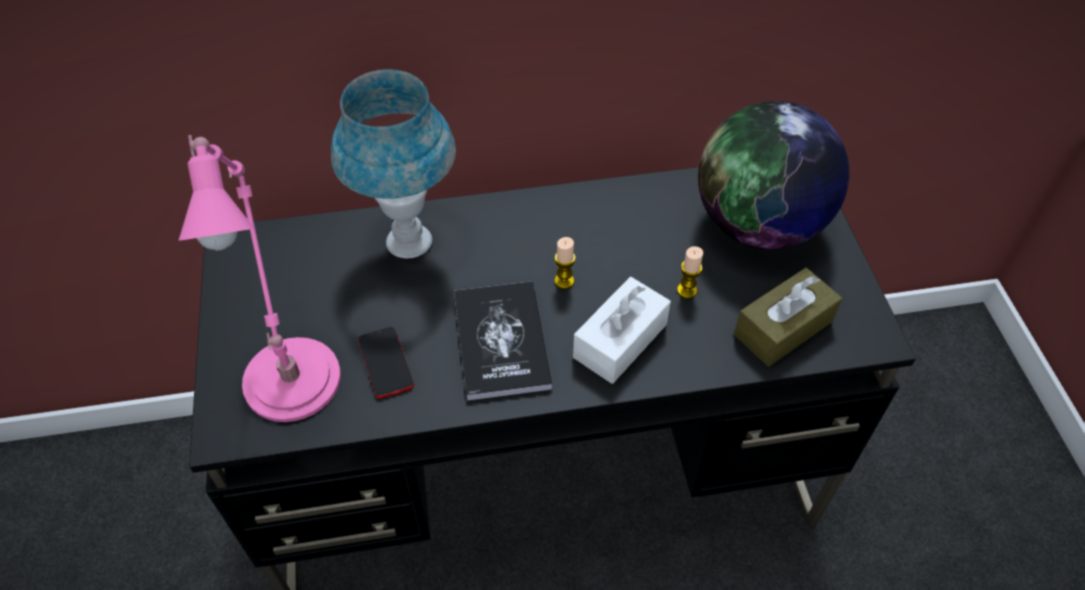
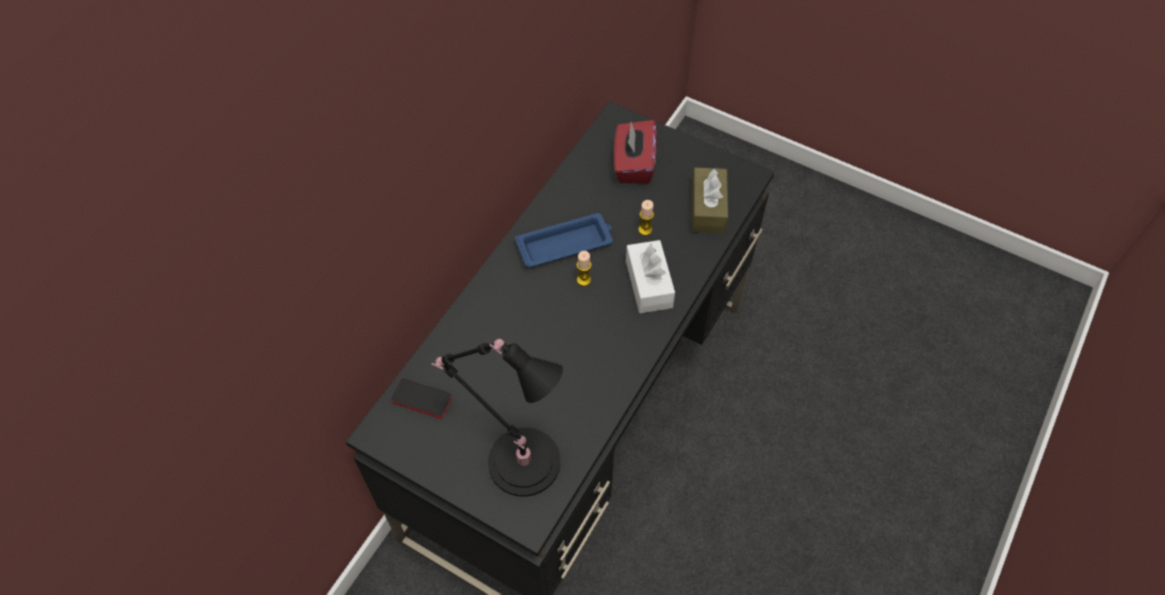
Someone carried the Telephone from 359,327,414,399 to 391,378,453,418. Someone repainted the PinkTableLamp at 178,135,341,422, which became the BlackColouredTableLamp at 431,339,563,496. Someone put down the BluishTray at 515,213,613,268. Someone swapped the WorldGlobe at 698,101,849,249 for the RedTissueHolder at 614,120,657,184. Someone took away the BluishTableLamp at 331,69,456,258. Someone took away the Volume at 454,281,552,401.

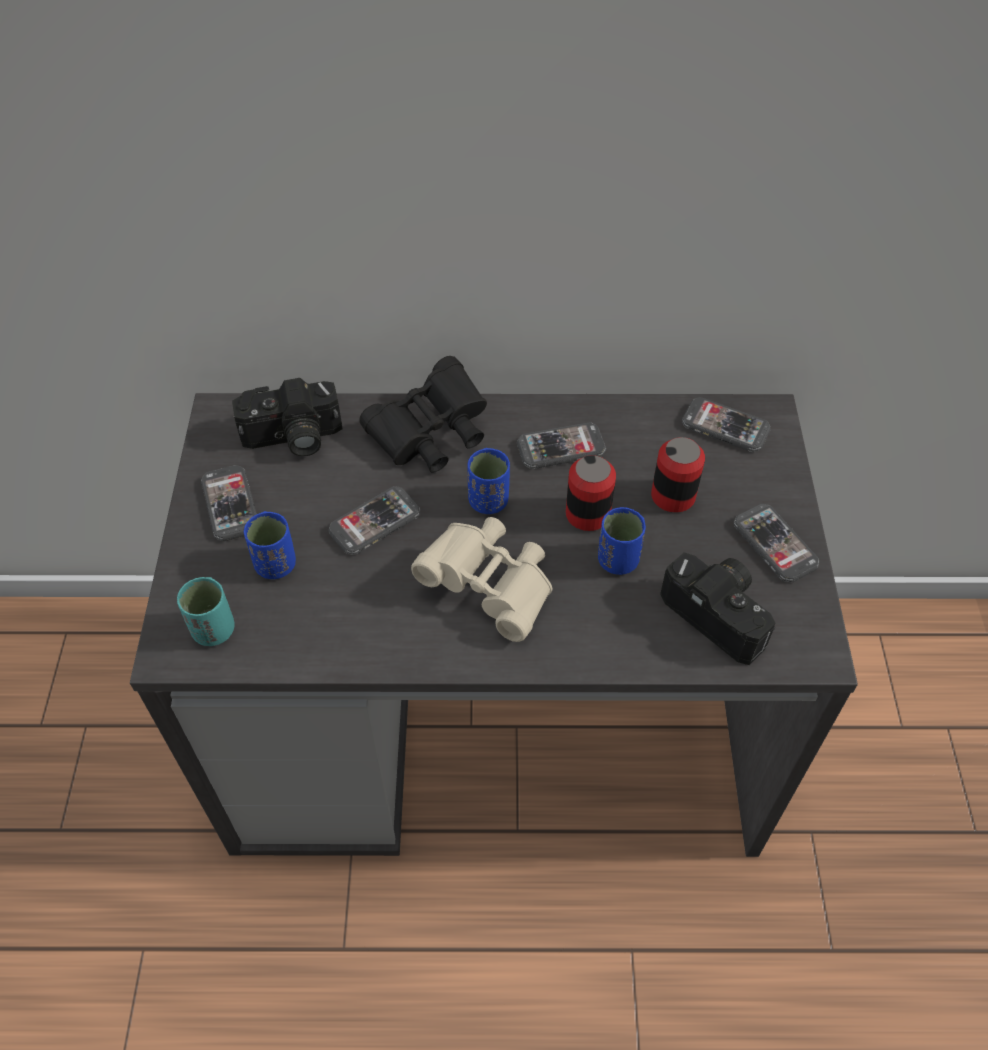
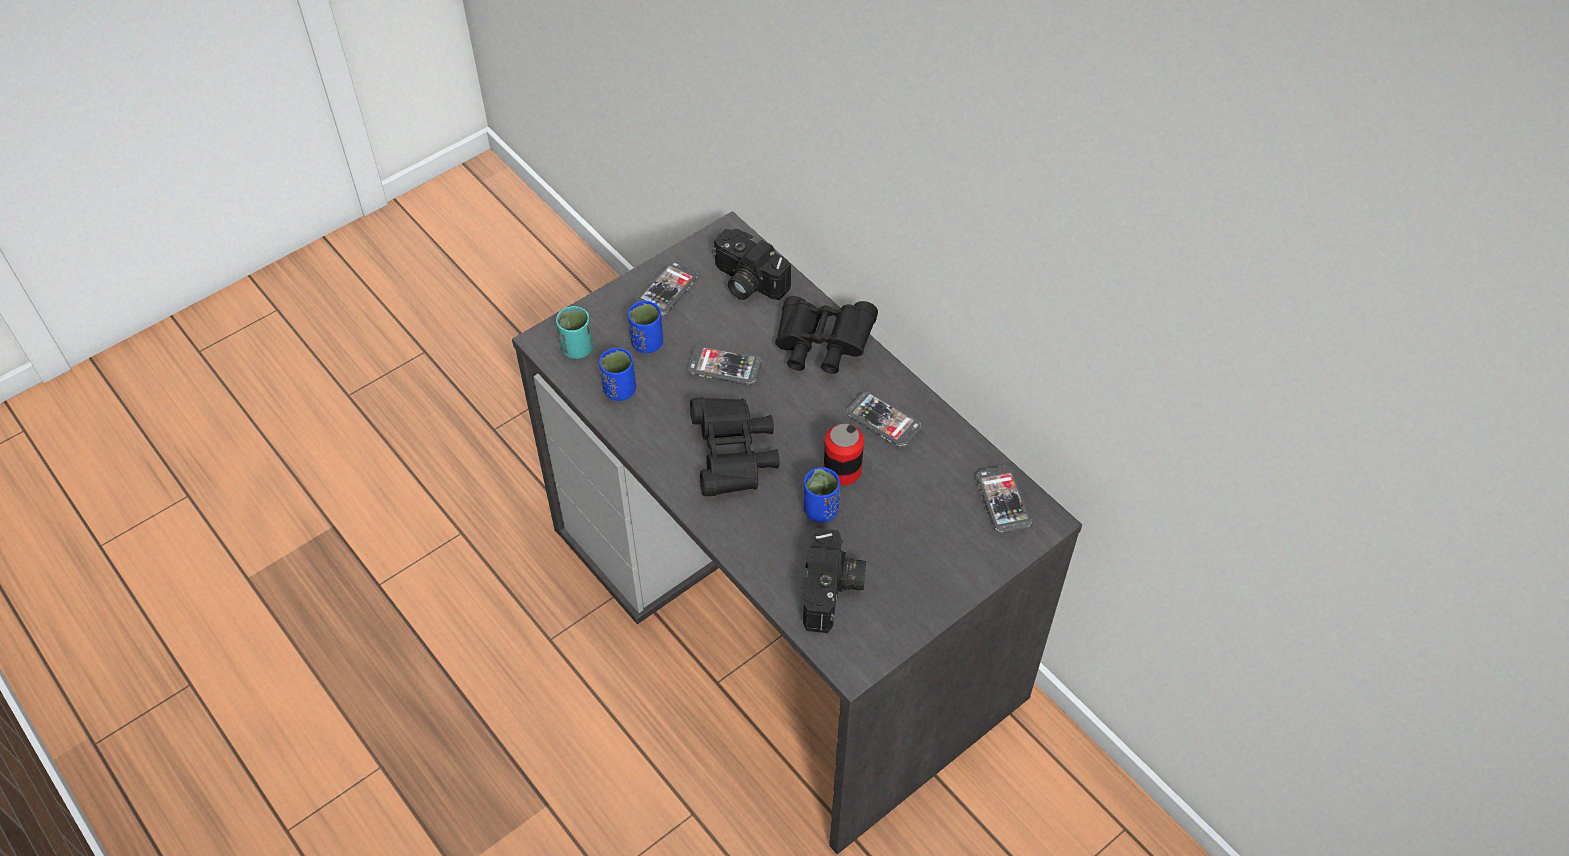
Someone carried the BluishCup from 467,448,510,514 to 599,348,636,401. Someone repainted the BeigeColouredBinoculars at 411,517,552,642, which became the BlackColouredBinoculars at 690,397,779,496. Someone took away the MetalCan at 651,437,705,512. Someone took away the Telephone at 734,504,819,582.

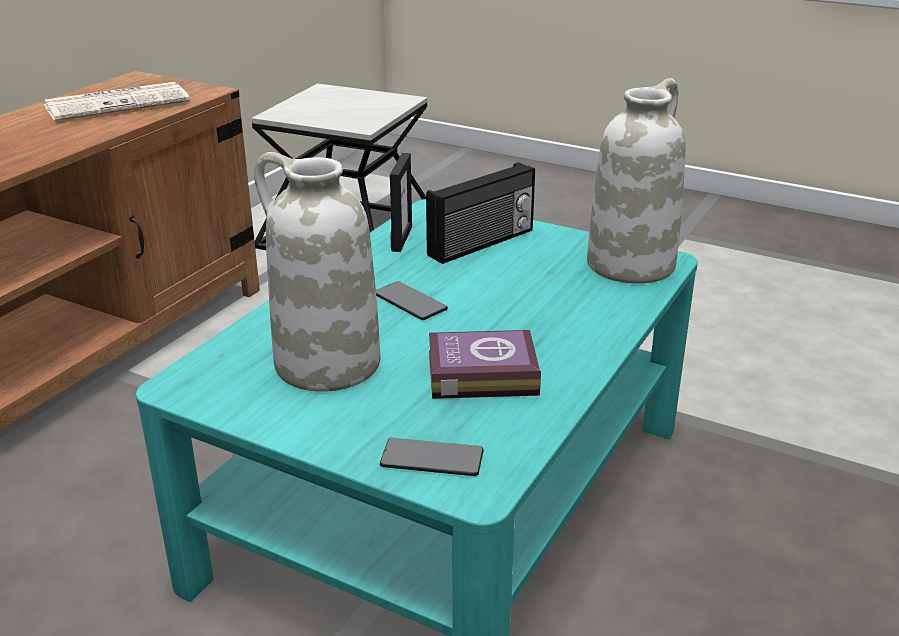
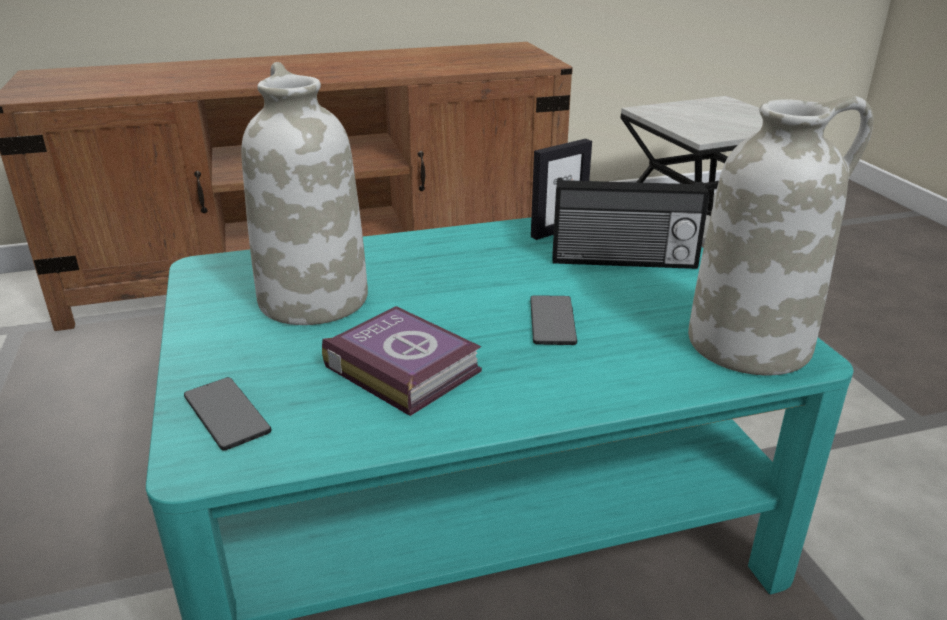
Someone carried the Telephone from 376,281,448,320 to 530,295,577,345. Someone took away the PrintedPaper at 43,82,190,121.

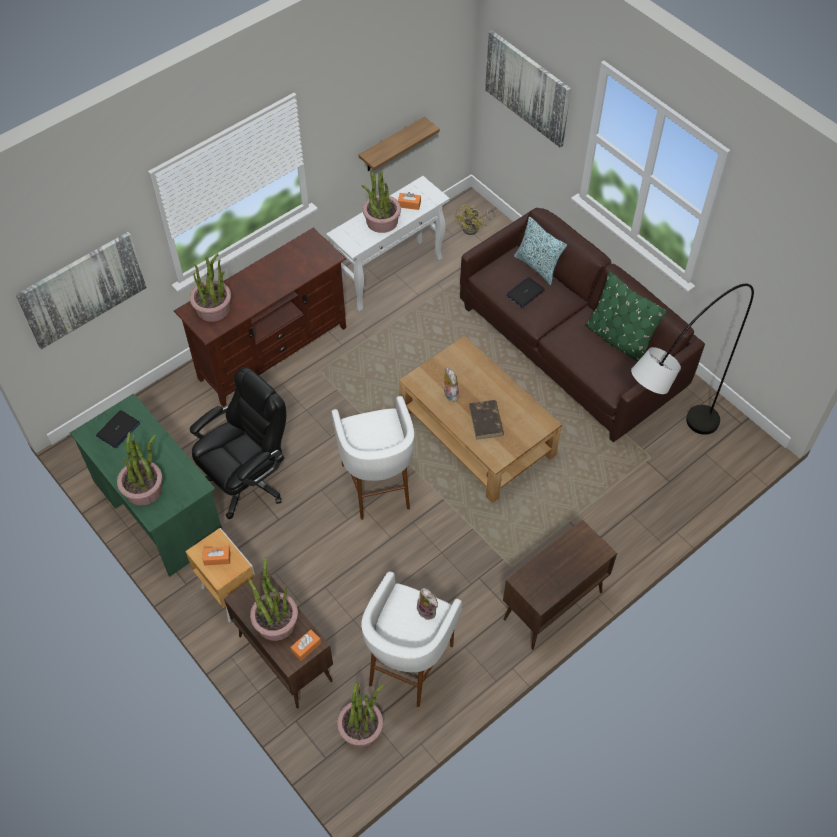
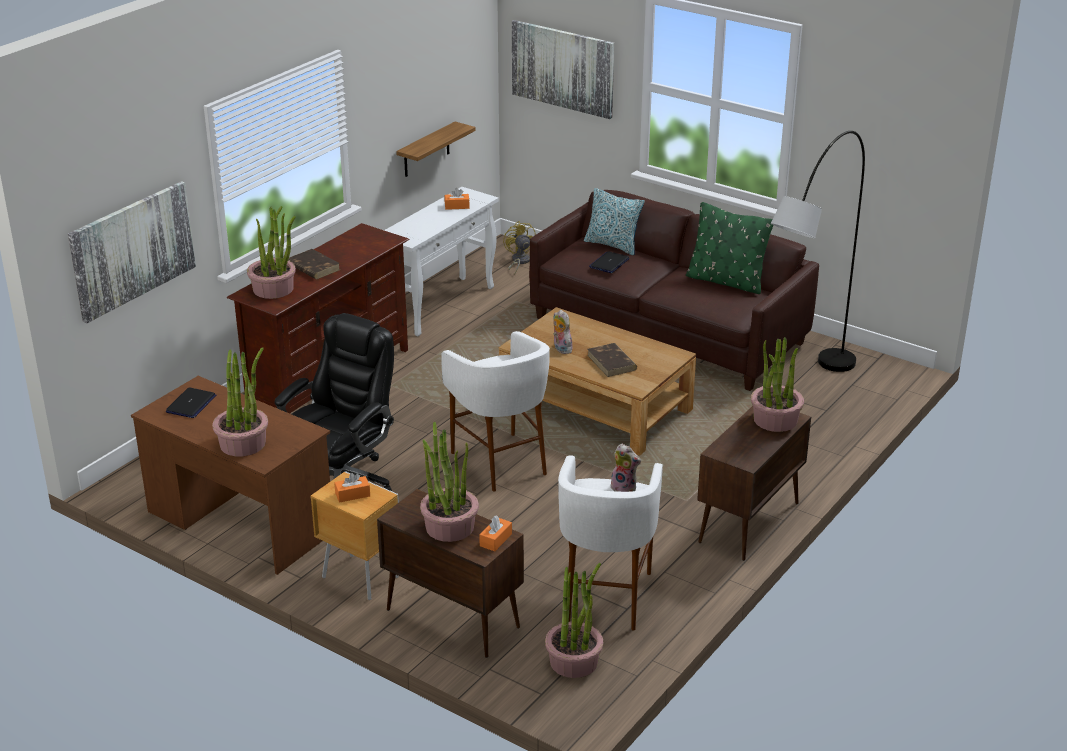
Someone repainted the GreenColouredDeskUnit at 70,393,222,577, which became the BrownDeskUnit at 131,376,330,575. Someone put down the BrownVolume at 288,249,340,279. Someone rotated the YellowishCoolingFan at 455,204,495,235 by 150 degrees clockwise. Someone carried the Houseplant from 361,169,401,233 to 751,337,804,432.

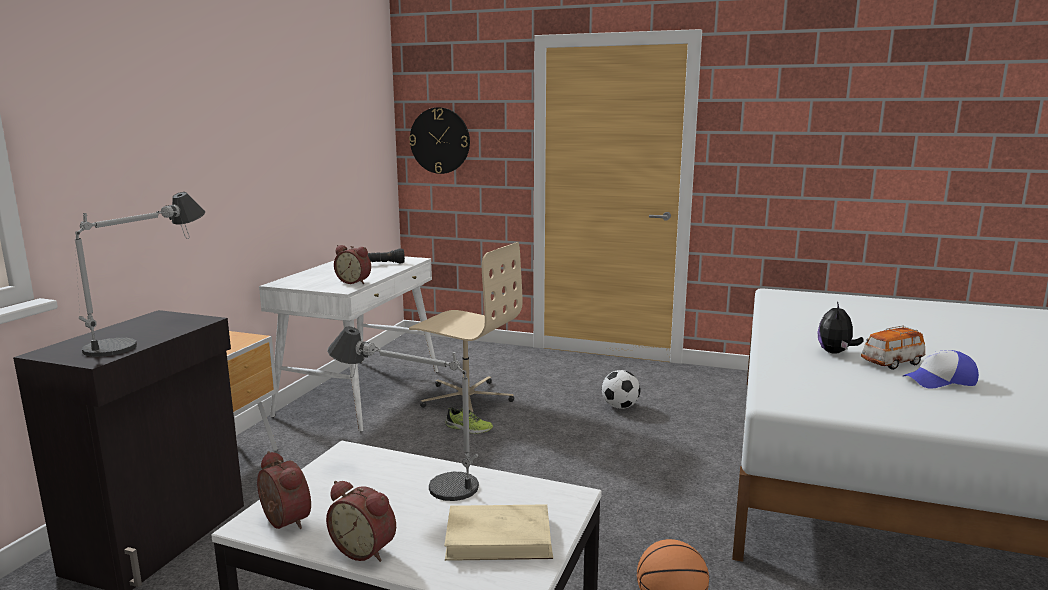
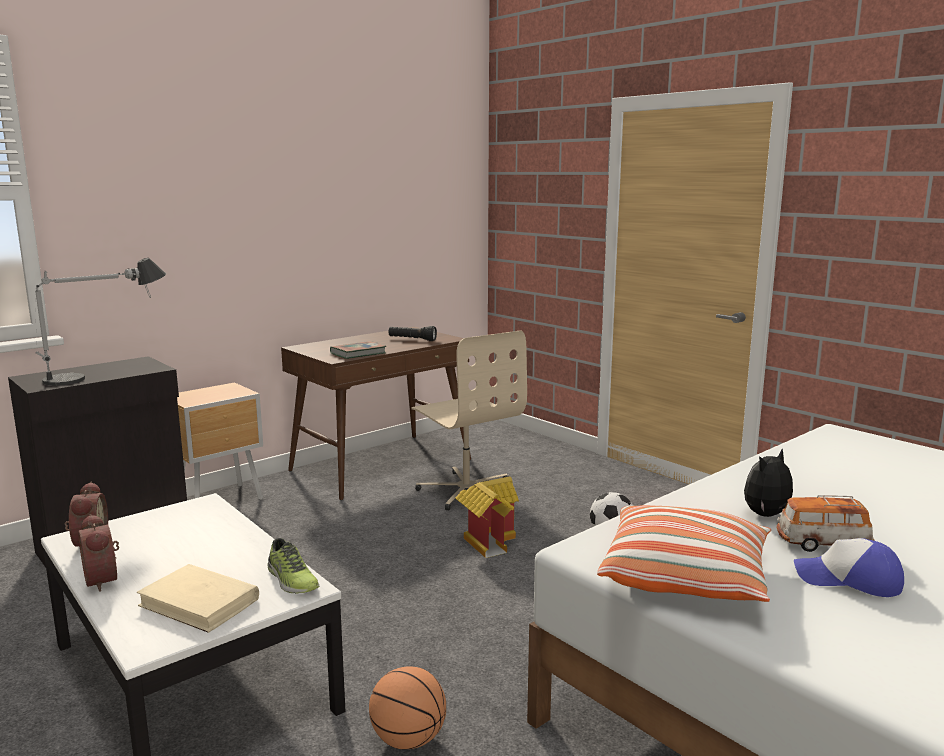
Someone carried the ItemOfFootwear from 445,407,493,434 to 267,538,319,594. Someone repainted the WhitishDeskUnit at 259,256,438,432, which became the BrownDeskUnit at 281,327,471,500. Someone swapped the BedsideClock at 334,245,371,284 for the Volume at 330,341,386,359. Someone put down the MiniatureHouse at 455,476,519,558. Someone put down the ThrowPillow at 597,505,771,602. Someone took away the TableLamp at 327,327,479,501. Someone took away the ClockOnTheWall at 409,107,470,174.

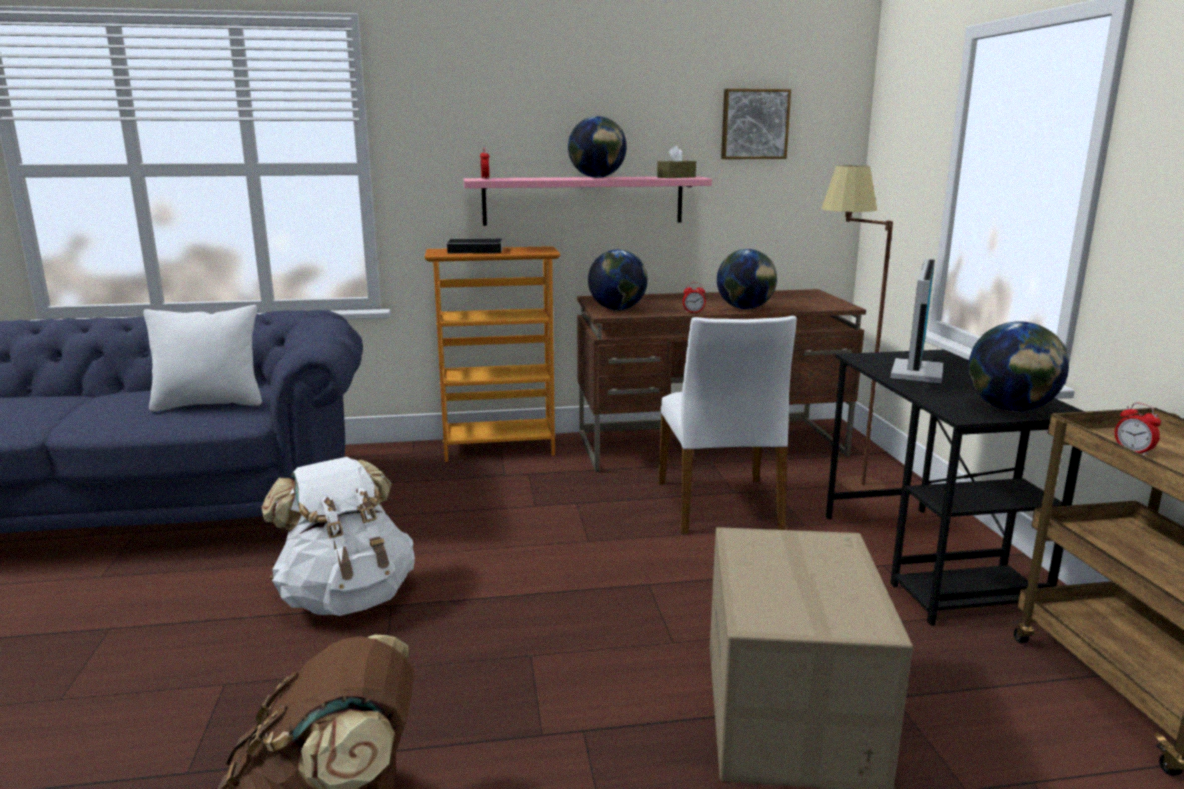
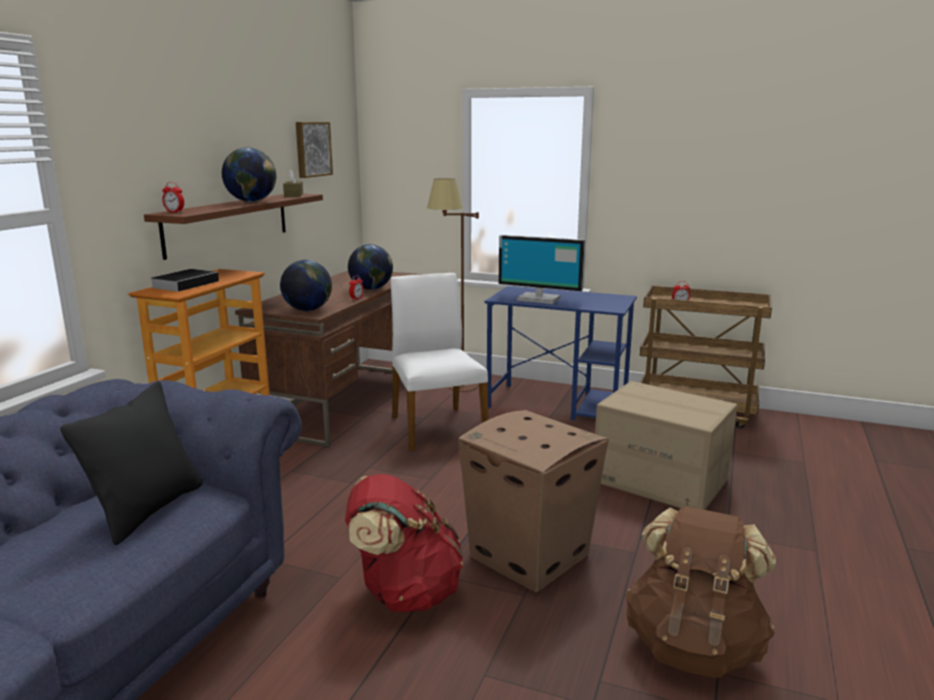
Someone repainted the WhitishThrowPillow at 143,305,262,412, which became the BlackColouredThrowPillow at 60,381,203,545. Someone repainted the PinkShelf at 464,176,712,226, which became the BrownShelf at 144,194,323,260. Someone repainted the WhitishKnapsack at 261,457,415,616, which became the RedKnapsack at 345,474,463,612. Someone rotated the WhitishChair at 658,316,797,534 by 135 degrees counterclockwise. Someone put down the CardboardBox at 458,410,609,592. Someone repainted the BlackColouredDeskUnit at 826,350,1085,626, which became the BluishDeskUnit at 484,286,637,420. Someone rotated the ComputerScreen at 890,259,944,383 by 150 degrees clockwise. Someone took away the WorldGlobe at 968,321,1069,412.

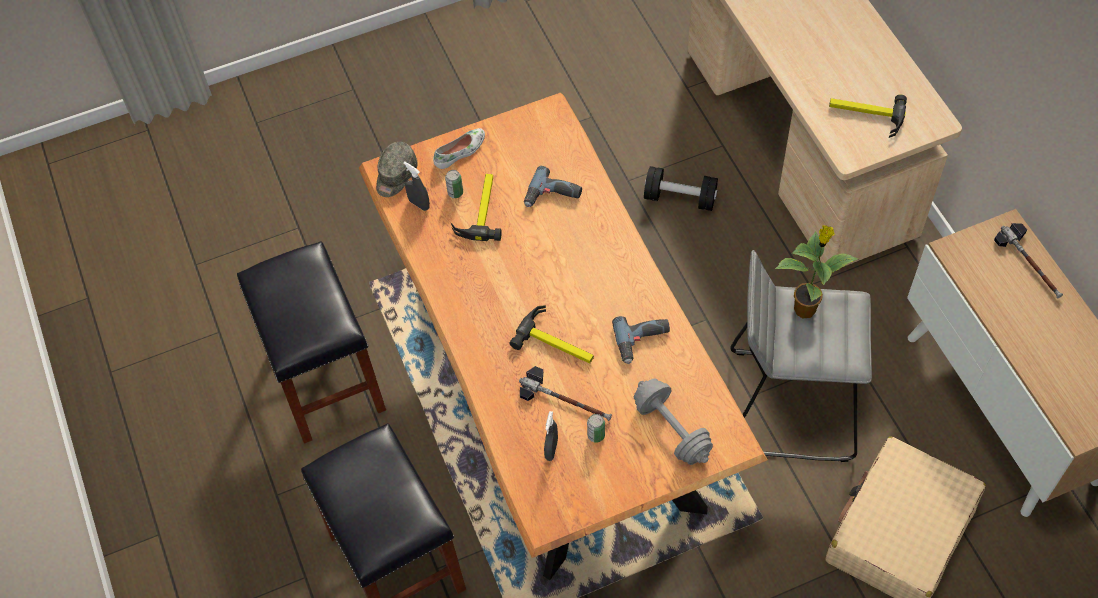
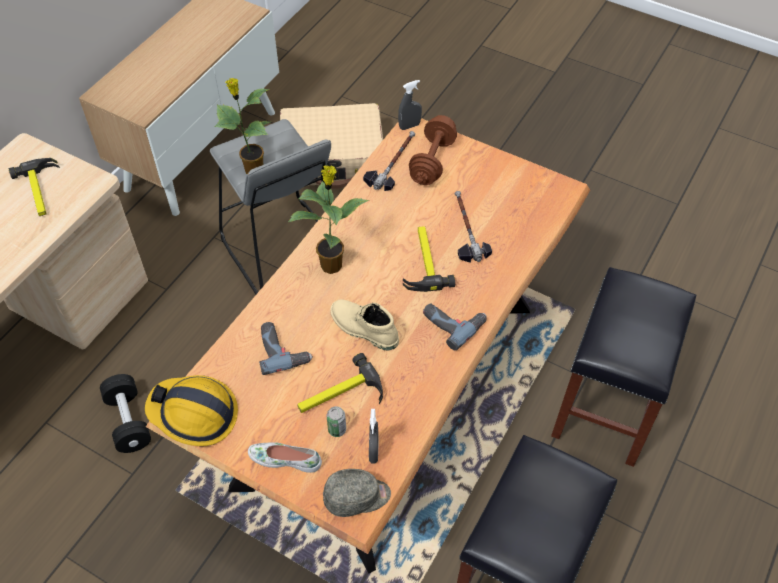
Someone put down the SafetyHelmet at 145,375,238,446. Someone put down the Houseplant at 288,165,369,274. Someone put down the BeigeColouredHighTopBoot at 330,299,399,351. Someone carried the Hammer from 994,223,1063,299 to 363,131,415,191. Someone carried the GreyHandSprayer from 544,411,558,461 to 398,80,422,130. Someone repainted the GreyHandWeight at 634,378,713,465, which became the BrownHandWeight at 409,115,457,185. Someone carried the PowerDrill from 612,316,670,364 to 423,304,487,351. Someone took away the MetalCan at 587,414,605,443.

